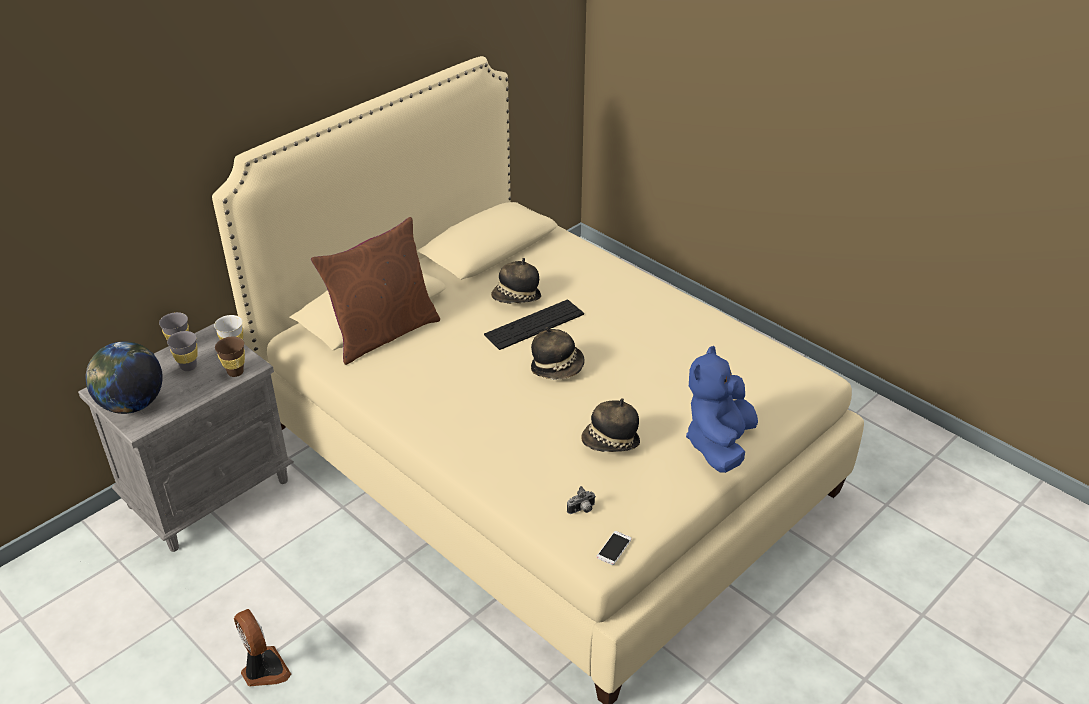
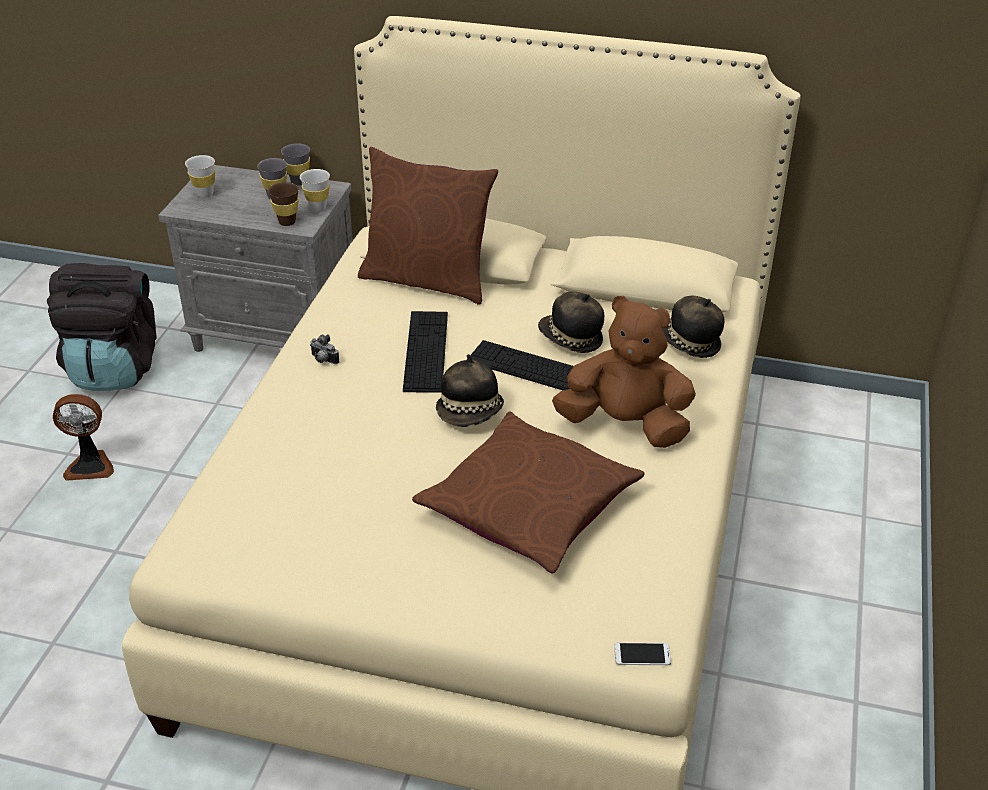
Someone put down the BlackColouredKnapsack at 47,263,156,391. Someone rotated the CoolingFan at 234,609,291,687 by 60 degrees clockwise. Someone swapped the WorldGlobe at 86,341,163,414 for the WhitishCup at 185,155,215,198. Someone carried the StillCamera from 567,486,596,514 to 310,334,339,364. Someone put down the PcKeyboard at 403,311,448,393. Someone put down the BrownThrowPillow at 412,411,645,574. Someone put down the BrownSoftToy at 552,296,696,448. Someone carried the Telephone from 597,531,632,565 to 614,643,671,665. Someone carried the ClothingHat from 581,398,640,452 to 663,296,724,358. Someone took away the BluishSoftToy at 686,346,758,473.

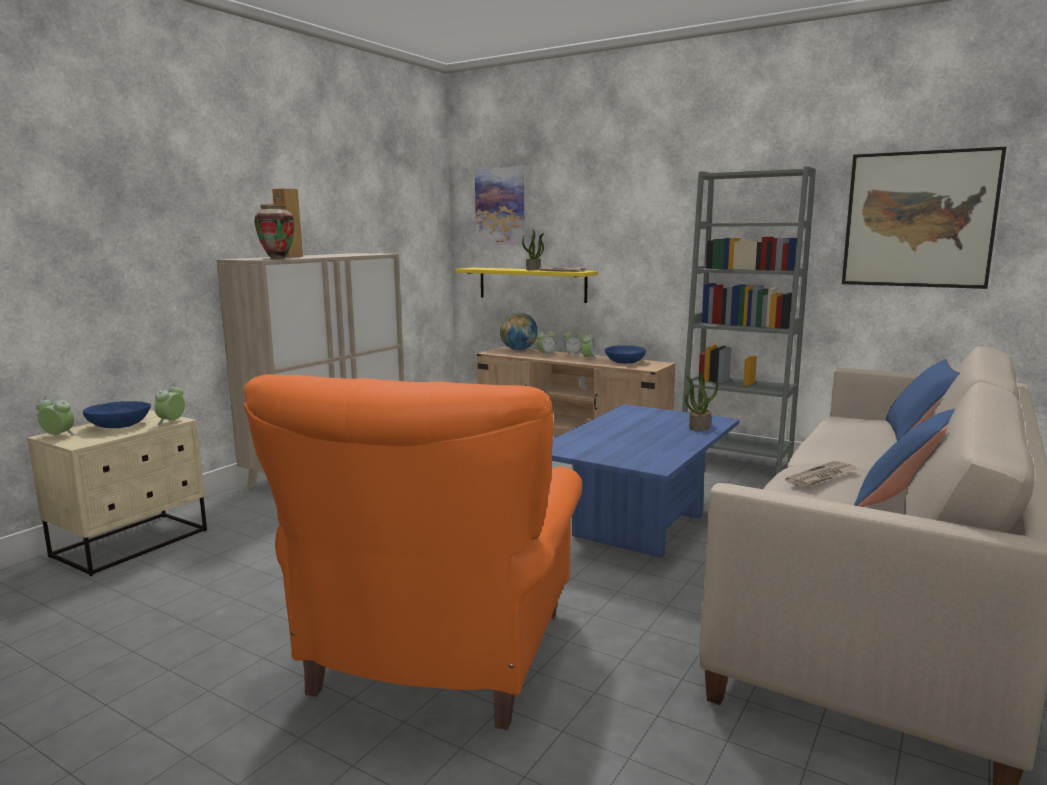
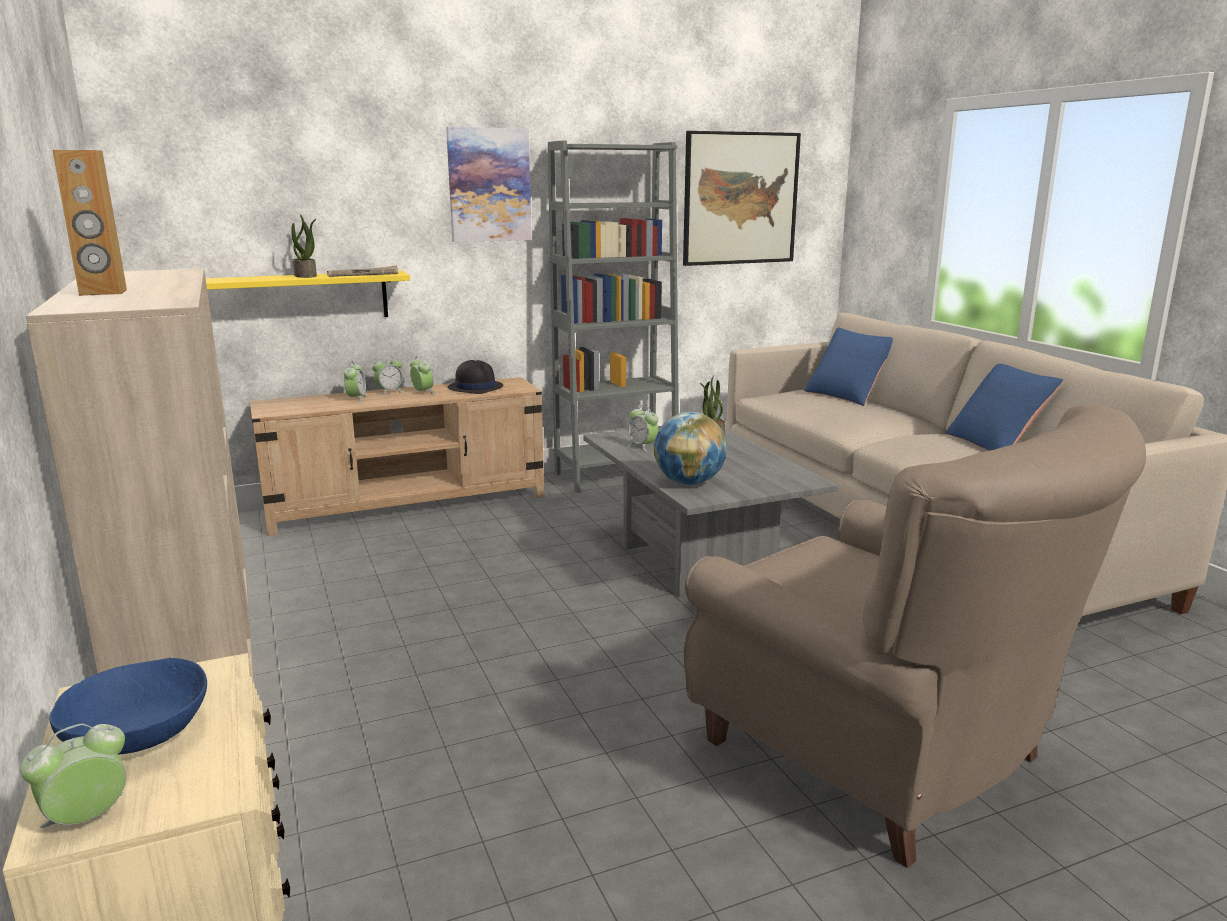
Someone carried the WallPicture from 475,167,525,245 to 446,127,532,242. Someone swapped the BluishBowl at 605,345,646,364 for the BlackColouredClothingHat at 448,360,503,394. Someone repainted the BluishLowTable at 552,404,740,558, which became the GreyLowTable at 583,426,839,597. Someone carried the BedsideClock from 155,383,185,425 to 627,405,658,452. Someone carried the WorldGlobe from 500,312,538,350 to 654,412,726,485. Someone repainted the OrangeColouredArmchair at 243,374,582,730, which became the BeigeColouredArmchair at 684,404,1146,868. Someone took away the FlowerVase at 254,204,294,259. Someone took away the PrintedPaper at 785,461,858,488.

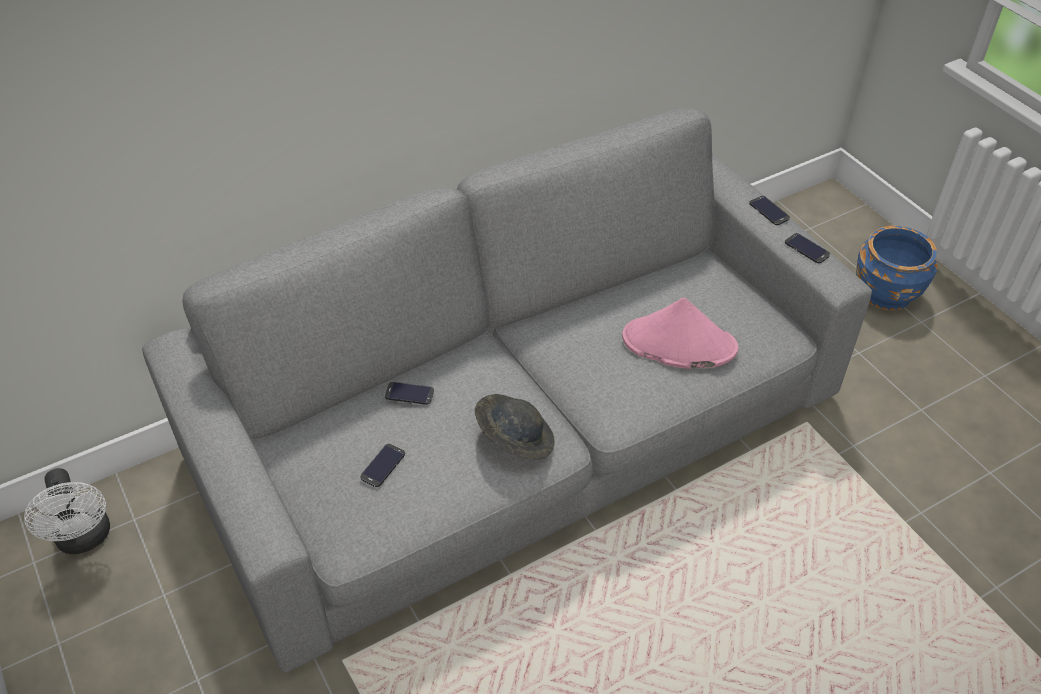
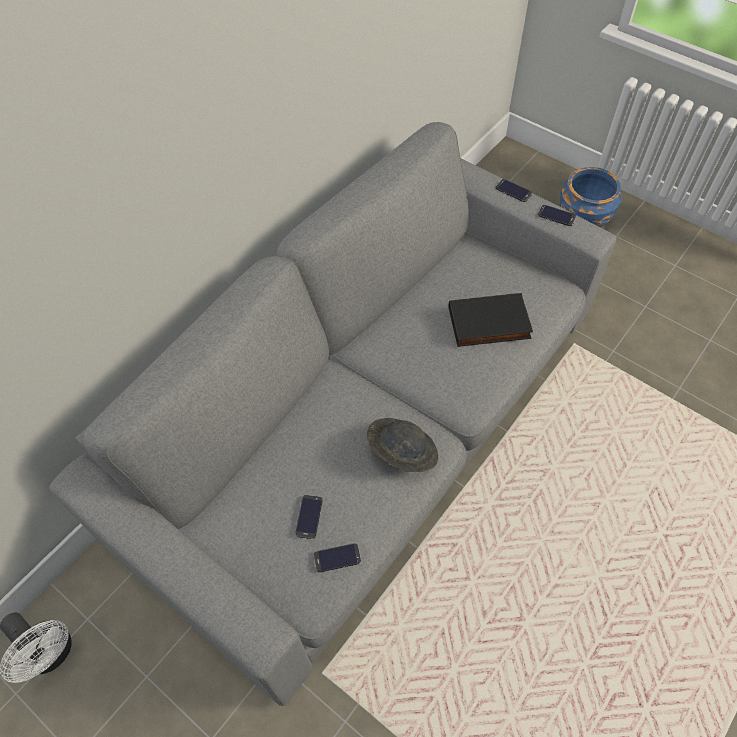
Someone carried the Telephone from 384,382,434,405 to 314,543,361,572. Someone swapped the PinkClothingHat at 622,298,738,369 for the BlackColouredVolume at 449,293,533,347.

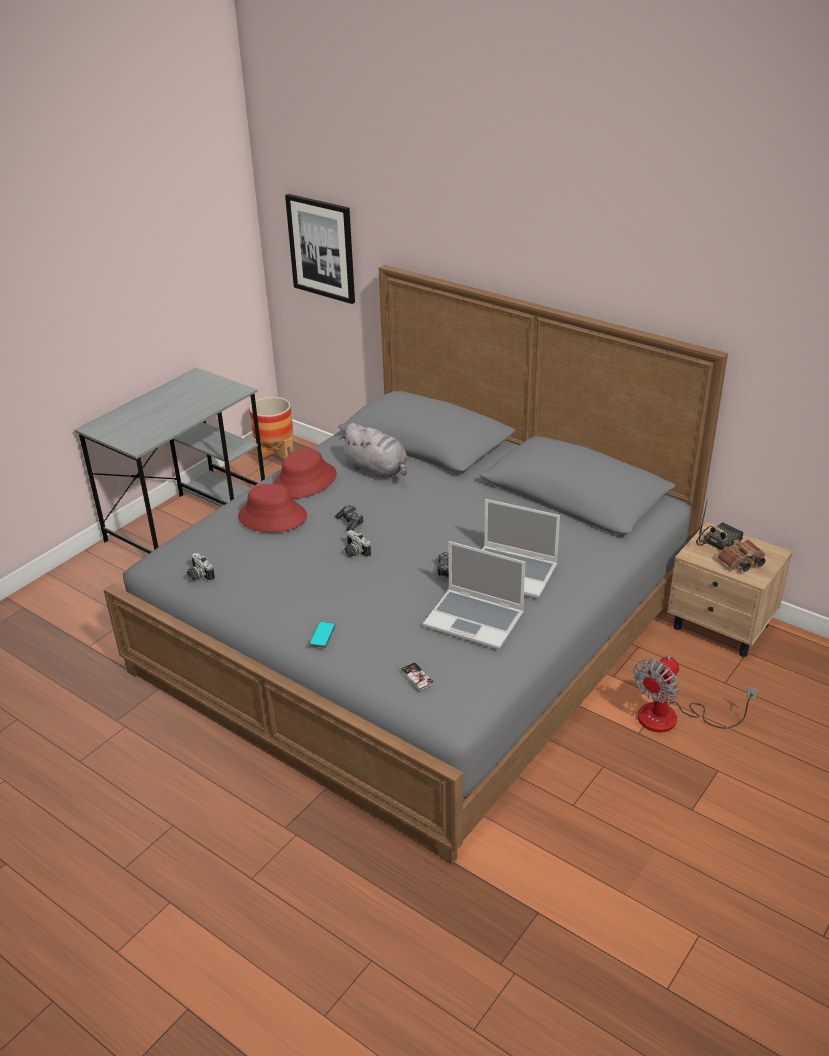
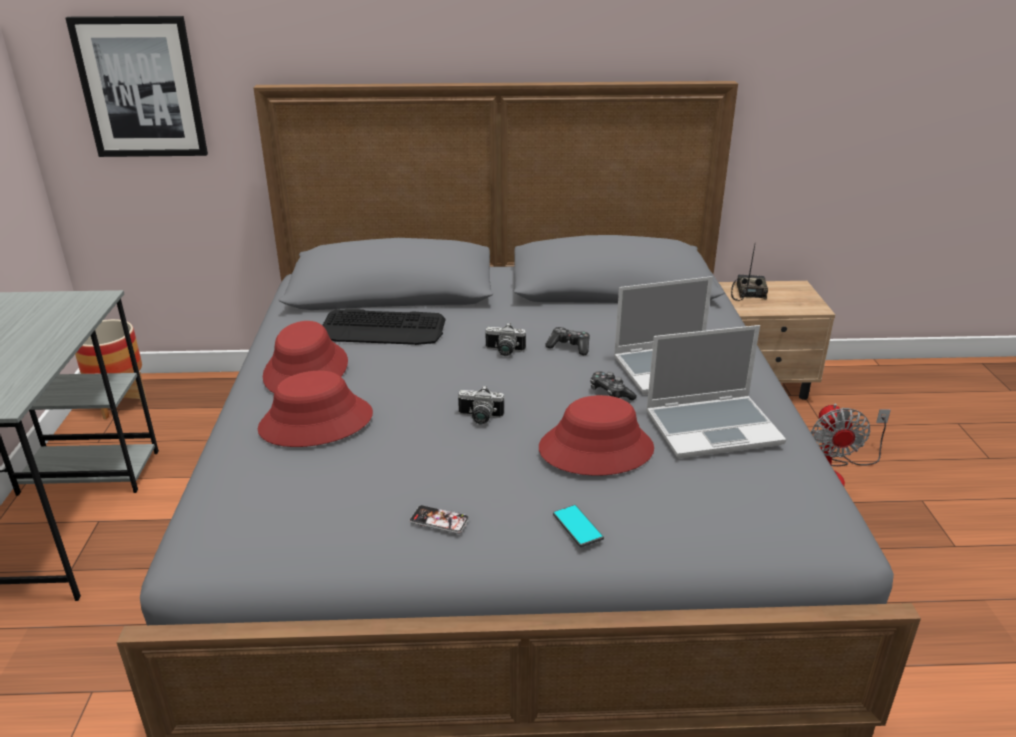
Someone swapped the GreySoftToy at 340,423,407,479 for the PcKeyboard at 322,309,445,345. Someone carried the Telephone from 401,662,434,690 to 409,505,469,534. Someone carried the StillCamera from 187,553,215,581 to 486,323,526,356. Someone put down the RedClothingHat at 539,395,654,476. Someone carried the GameController from 335,505,364,531 to 545,327,590,355. Someone took away the BrownBinoculars at 718,539,765,572.

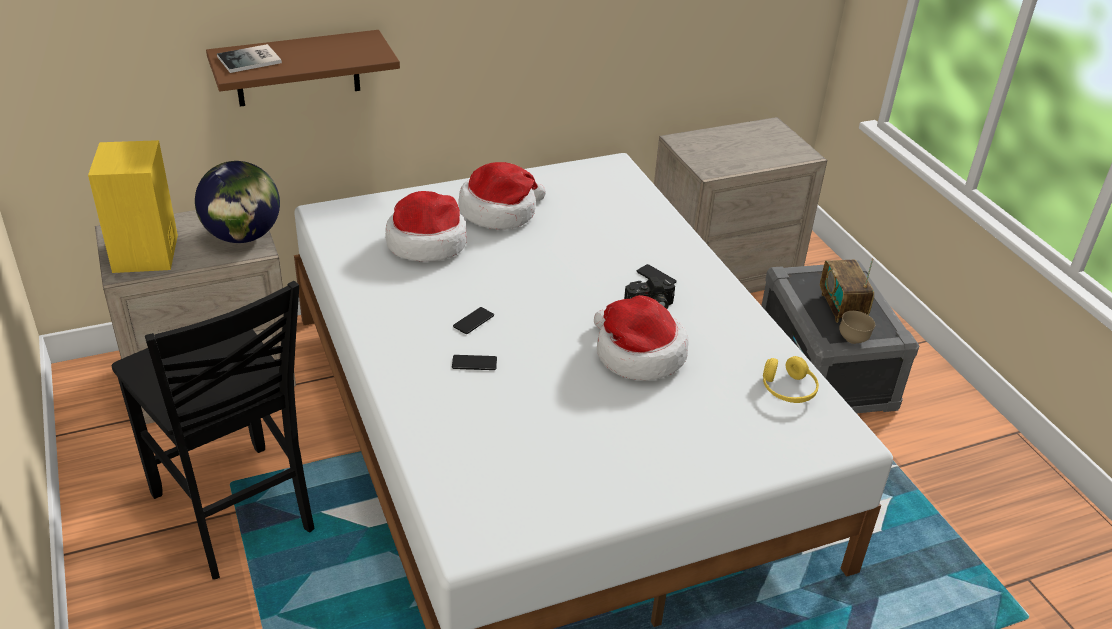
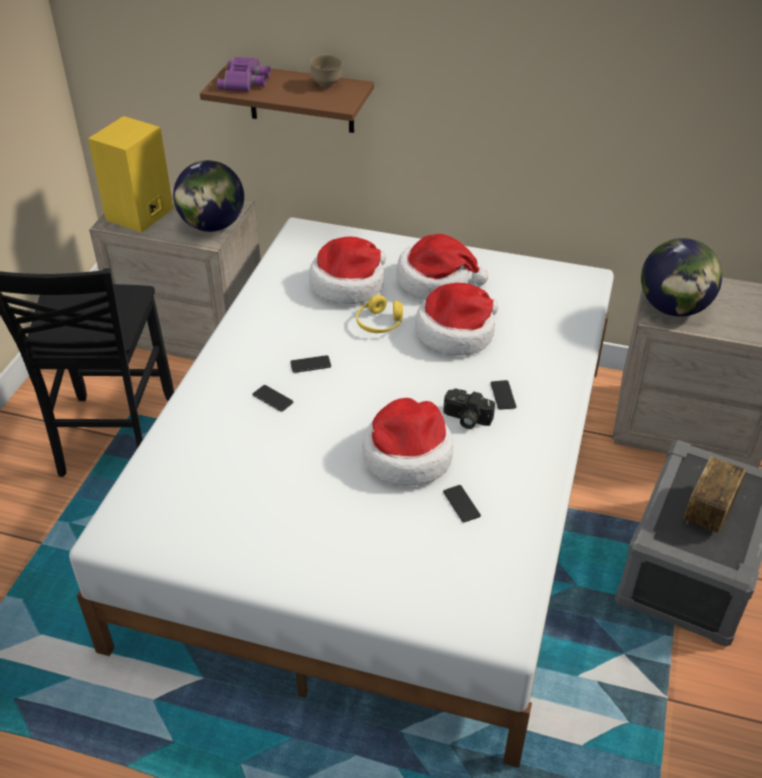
Someone swapped the Volume at 217,44,282,73 for the PurpleColouredBinoculars at 217,57,270,92. Someone carried the BrownBowl from 839,311,875,344 to 310,55,342,87. Someone carried the YellowishHeadset from 763,356,819,403 to 356,295,403,333. Someone put down the ClothingHat at 415,283,499,356. Someone put down the Telephone at 443,485,481,522. Someone put down the WorldGlobe at 641,238,722,317.

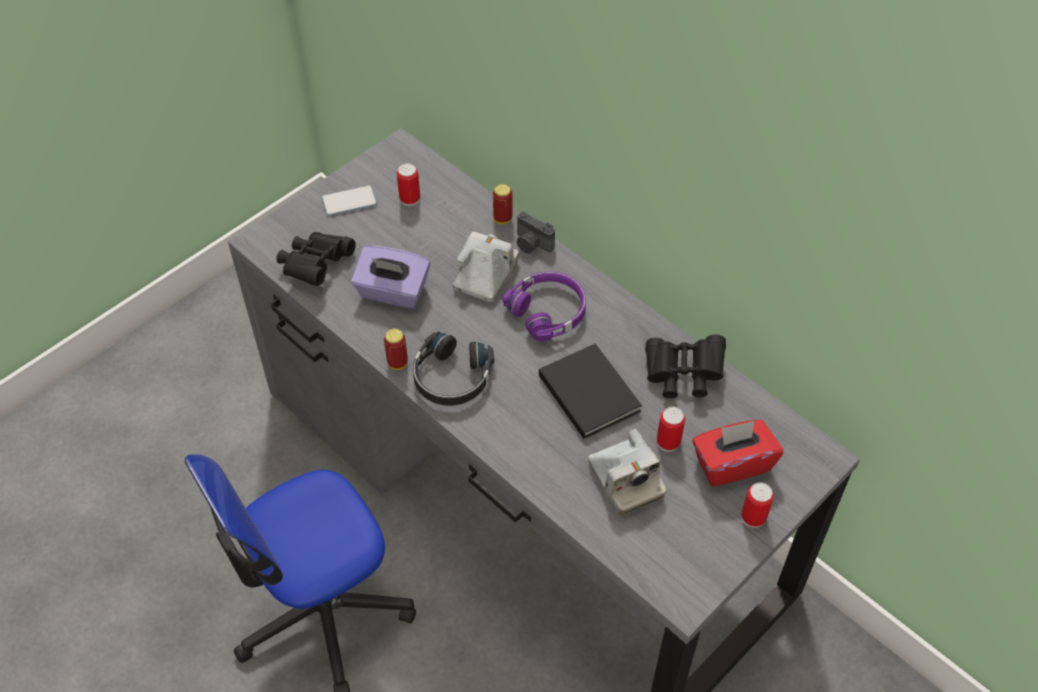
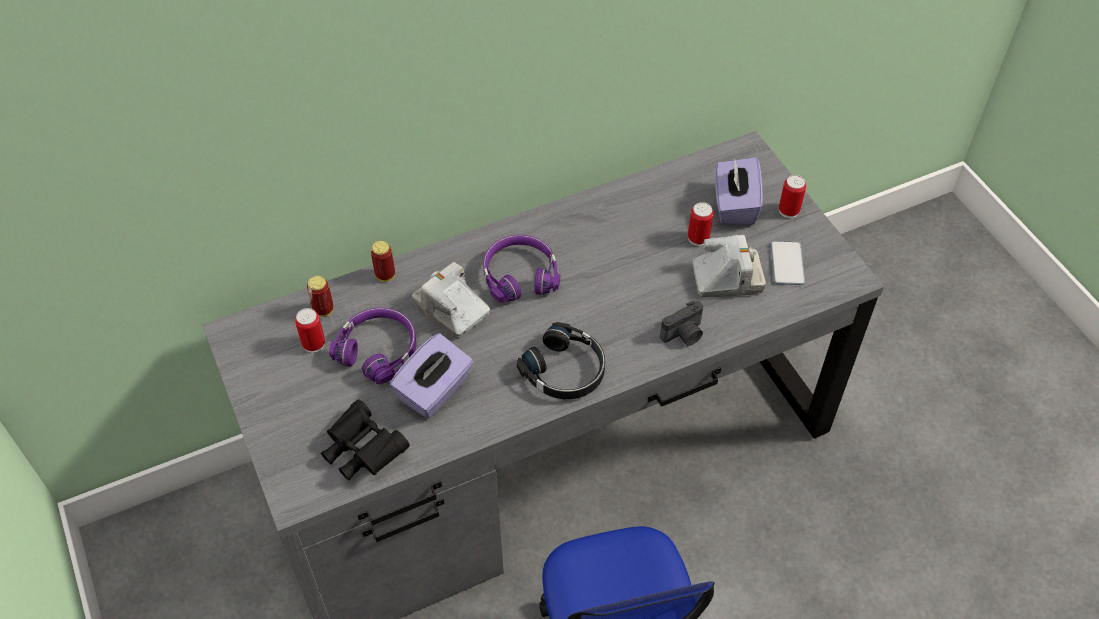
Someone carried the MetalCan from 384,329,408,370 to 307,276,334,317. Someone put down the PurpleColouredHeadset at 329,307,416,384. Someone carried the StillCamera from 517,212,555,254 to 660,301,703,346. Someone repainted the RedTissueHolder at 692,420,783,487, which became the PurpleColouredTissueHolder at 715,157,763,225. Someone carried the Telephone from 322,185,377,216 to 771,241,805,285. Someone took away the BlackColouredVolume at 539,343,642,439. Someone took away the BlackColouredBinoculars at 645,334,726,399.

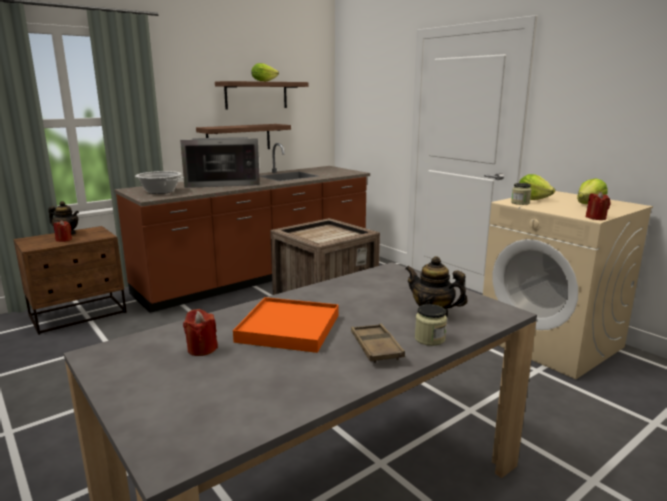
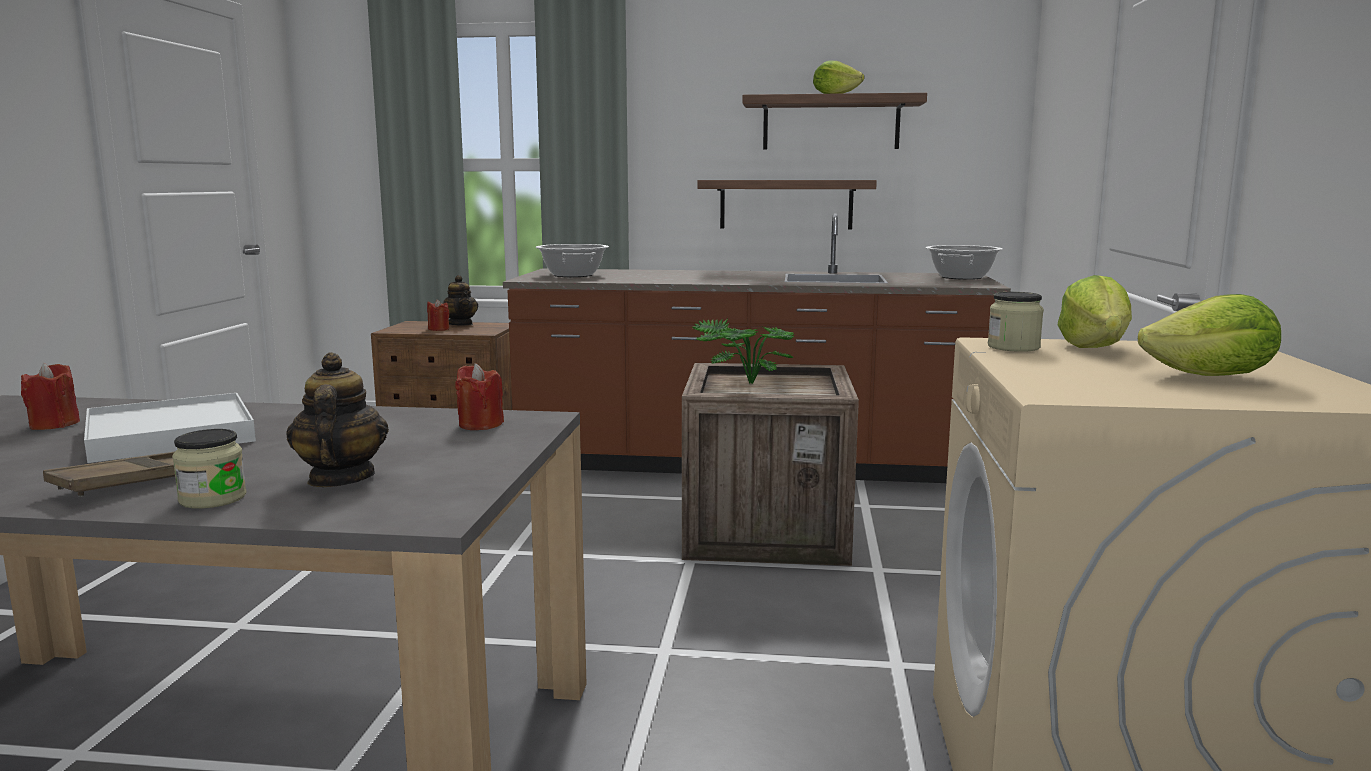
Someone repainted the OrangeColouredTray at 233,297,338,353, which became the WhitishTray at 84,393,256,463. Someone carried the RedWaxCandle from 586,192,610,220 to 455,363,504,430. Someone put down the Houseplant at 693,318,795,384. Someone put down the Saucepot at 926,245,1003,280. Someone took away the MicrowaveOven at 180,137,260,188.

